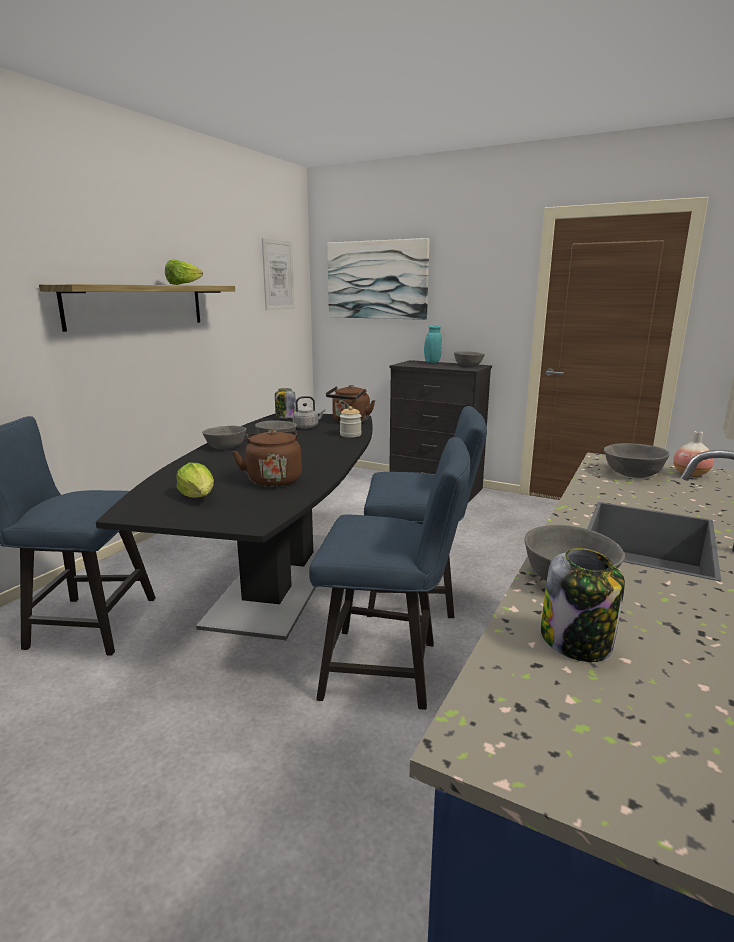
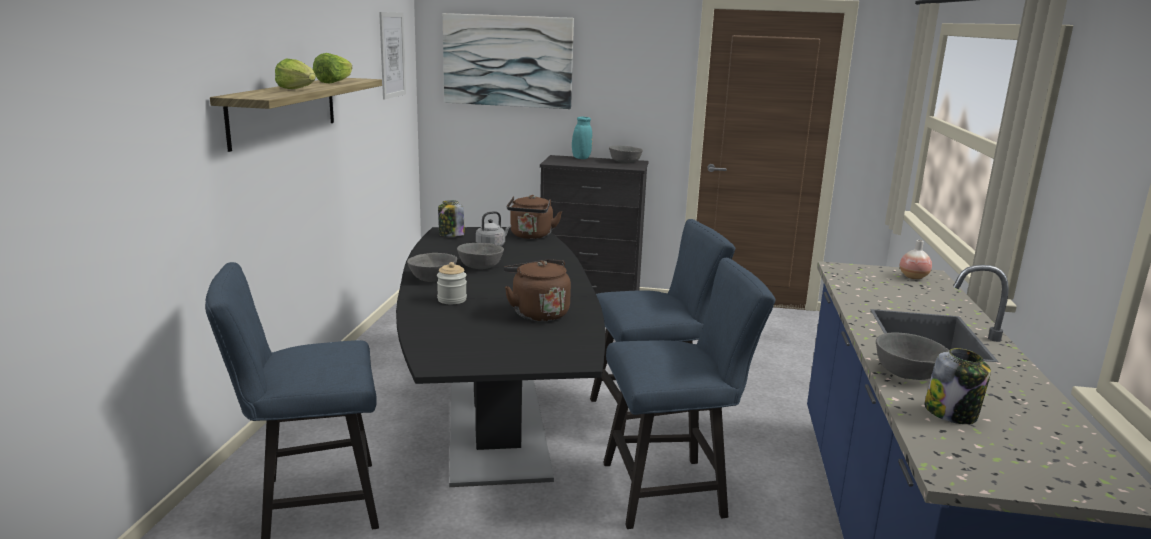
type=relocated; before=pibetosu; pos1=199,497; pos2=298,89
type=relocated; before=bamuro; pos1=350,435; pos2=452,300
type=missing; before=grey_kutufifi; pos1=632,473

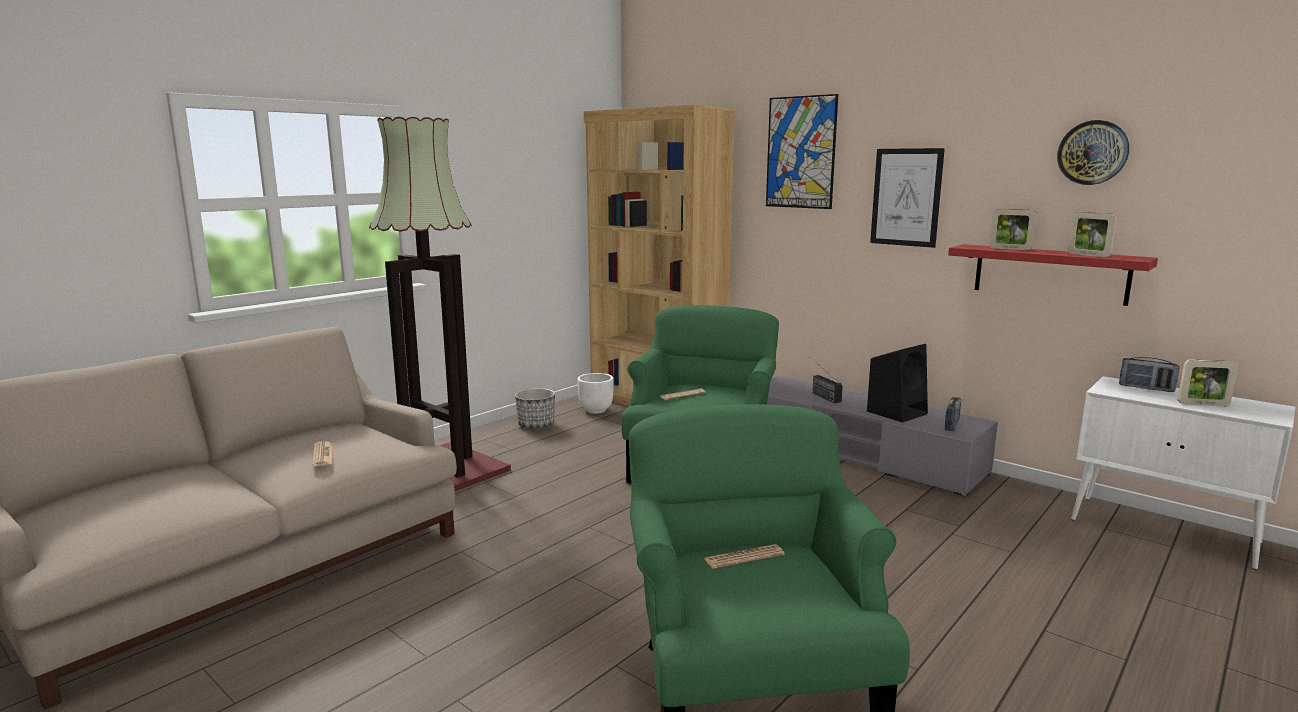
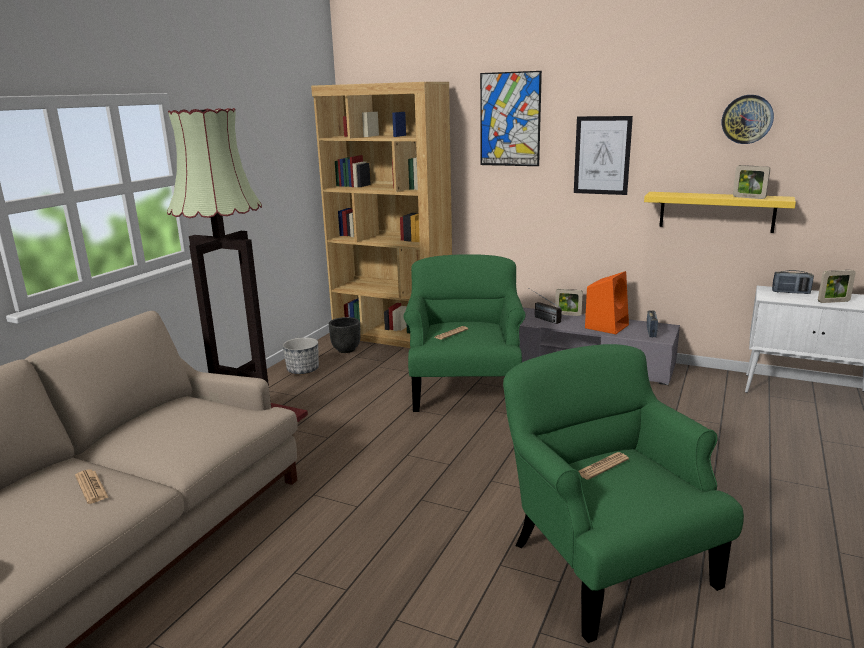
type=relocated; before=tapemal; pos1=323,455; pos2=91,487
type=colour; before=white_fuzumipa; after=black_fuzumipa; pos1=595,410; pos2=345,350
type=relocated; before=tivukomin; pos1=1010,249; pos2=568,314
type=colour; before=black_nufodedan; after=orange_nufodedan; pos1=897,412; pos2=607,326
type=colour; before=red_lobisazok; after=yellow_lobisazok; pos1=1050,274; pos2=716,211

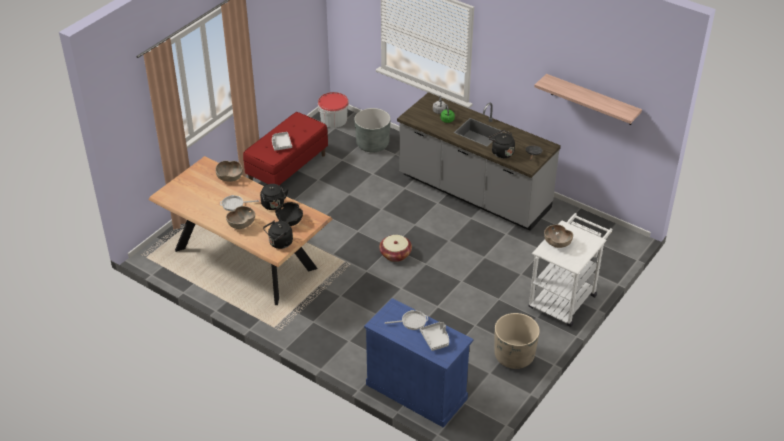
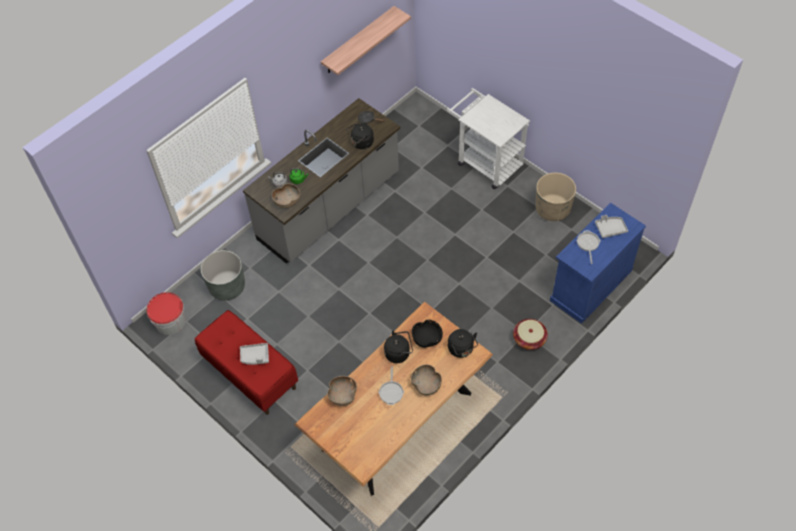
type=relocated; before=brown_kutufifi; pos1=557,243; pos2=287,202
type=relocated; before=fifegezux; pos1=395,254; pos2=529,339

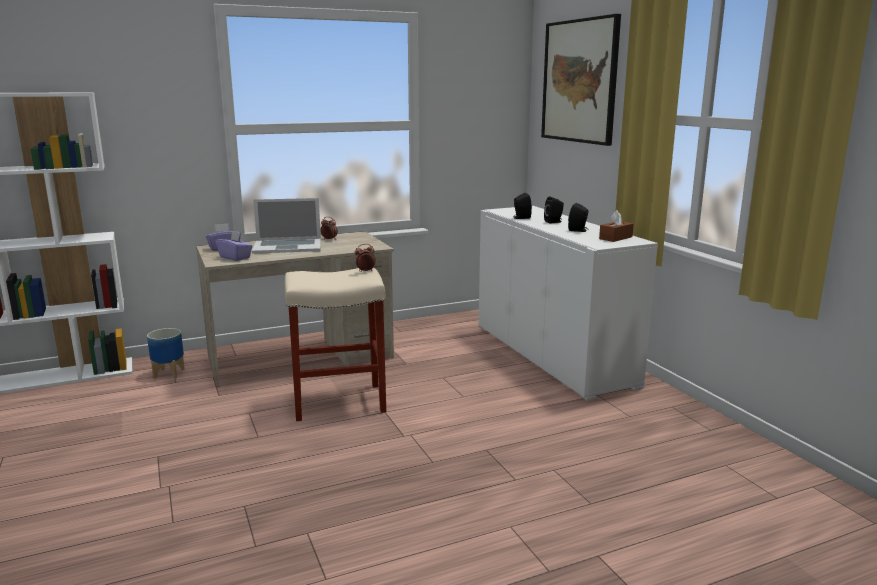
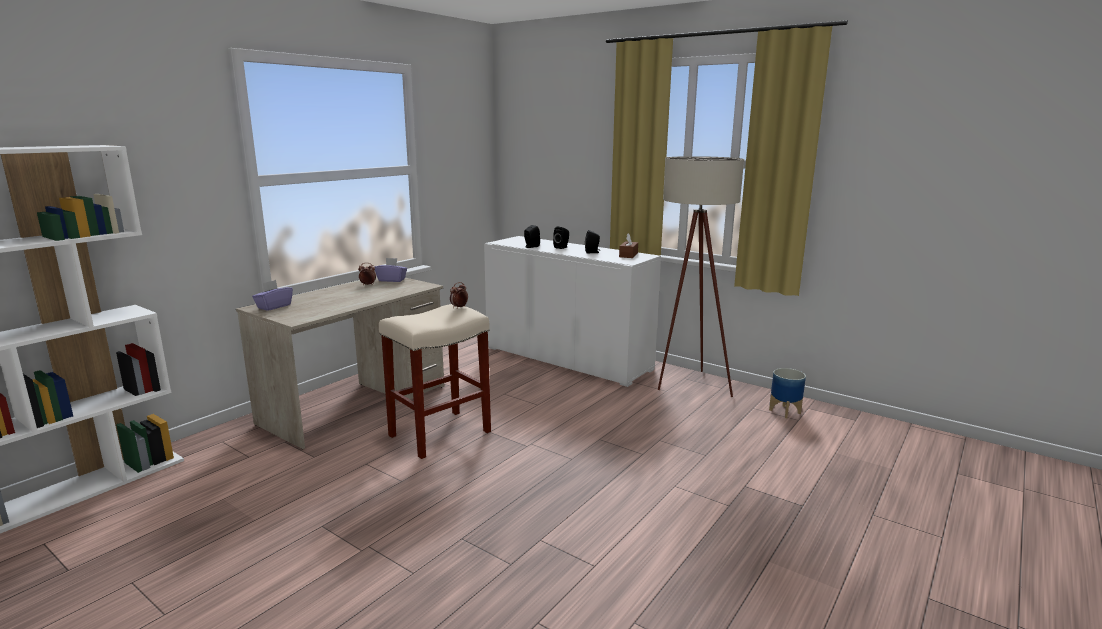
type=relocated; before=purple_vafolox; pos1=235,257; pos2=392,280
type=appeared; after=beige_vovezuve; pos2=688,386
type=relocated; before=fuzumipa; pos1=169,373; pos2=784,411
type=missing; before=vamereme; pos1=287,246
type=missing; before=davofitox; pos1=579,81

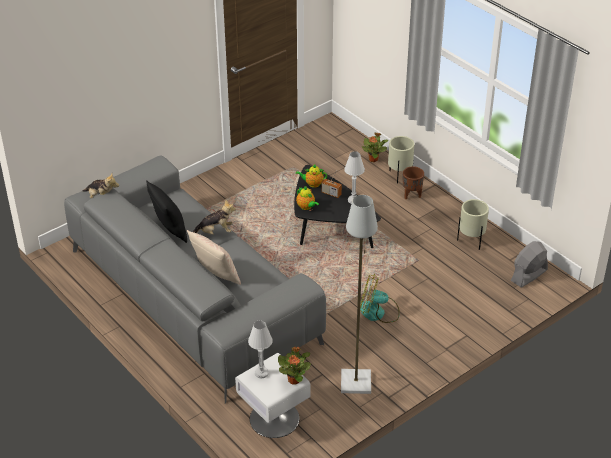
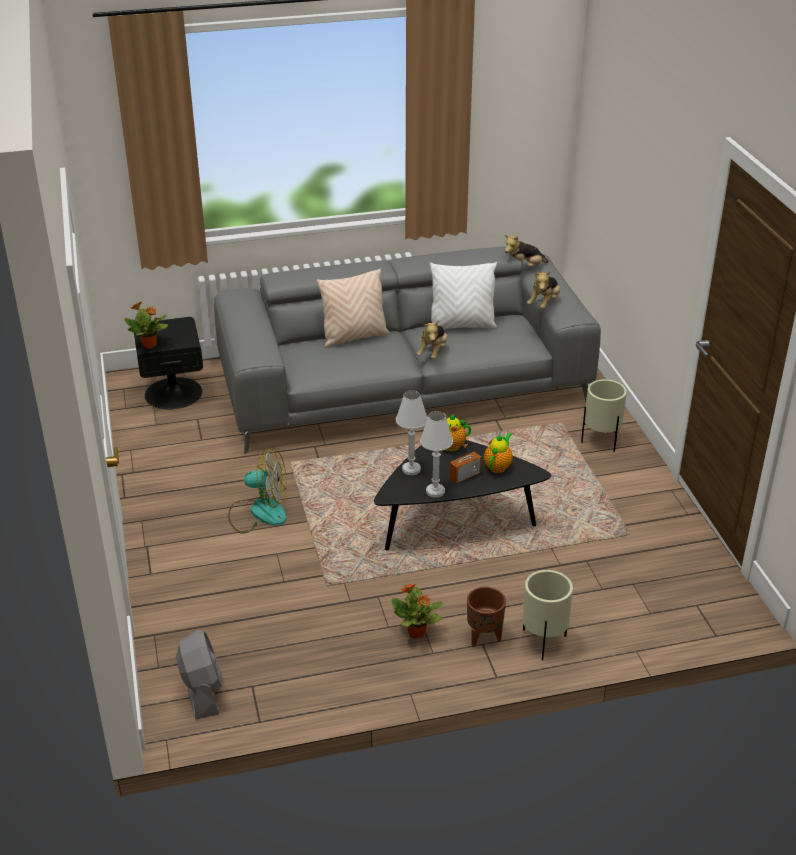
type=colour; before=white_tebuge; after=black_tebuge; pos1=273,419; pos2=173,392
type=spun; before=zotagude; pos1=378,312; pos2=259,512; turn=60
type=relocated; before=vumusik; pos1=373,159; pos2=417,633
type=relocated; before=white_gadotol; pos1=261,373; pos2=411,469
type=colour; before=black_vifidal; after=white_vifidal; pos1=170,230; pos2=462,325
type=appeared; after=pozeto; pos2=544,303
type=relocated; before=beige_fuzumipa; pos1=471,241; pos2=600,441
type=missing; before=grey_vovezuve; pos1=356,382

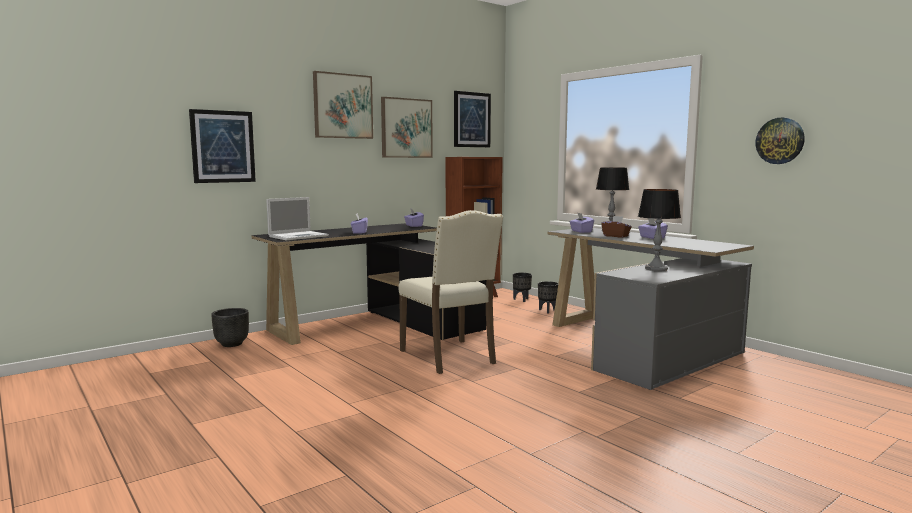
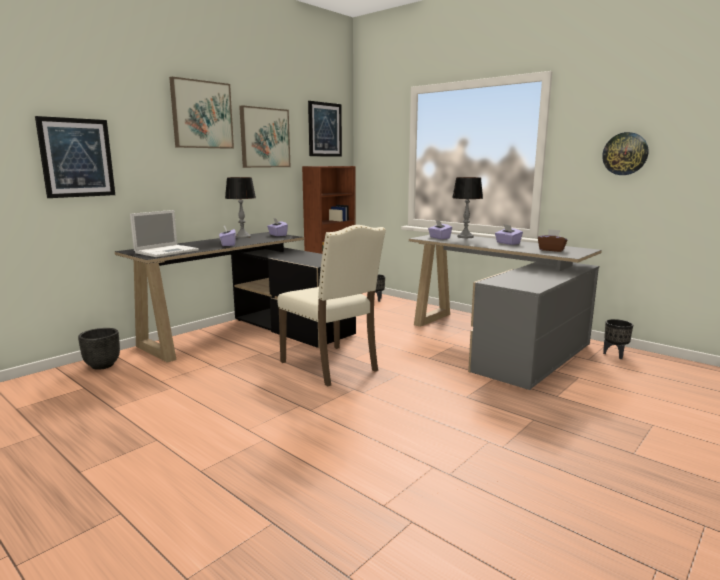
type=relocated; before=gadotol; pos1=656,269; pos2=242,237
type=relocated; before=brown_vafolox; pos1=616,236; pos2=551,250
type=relocated; before=black_fuzumipa; pos1=547,311; pos2=615,355

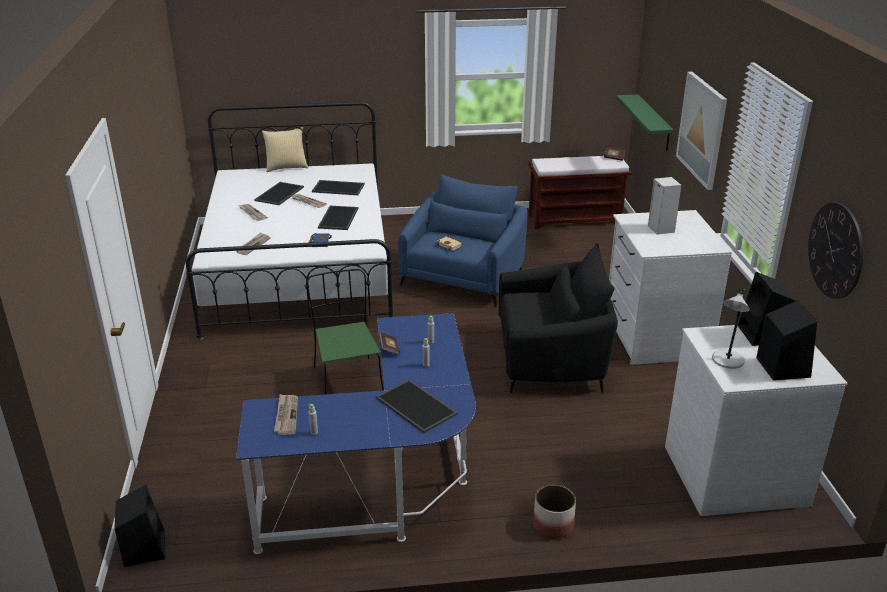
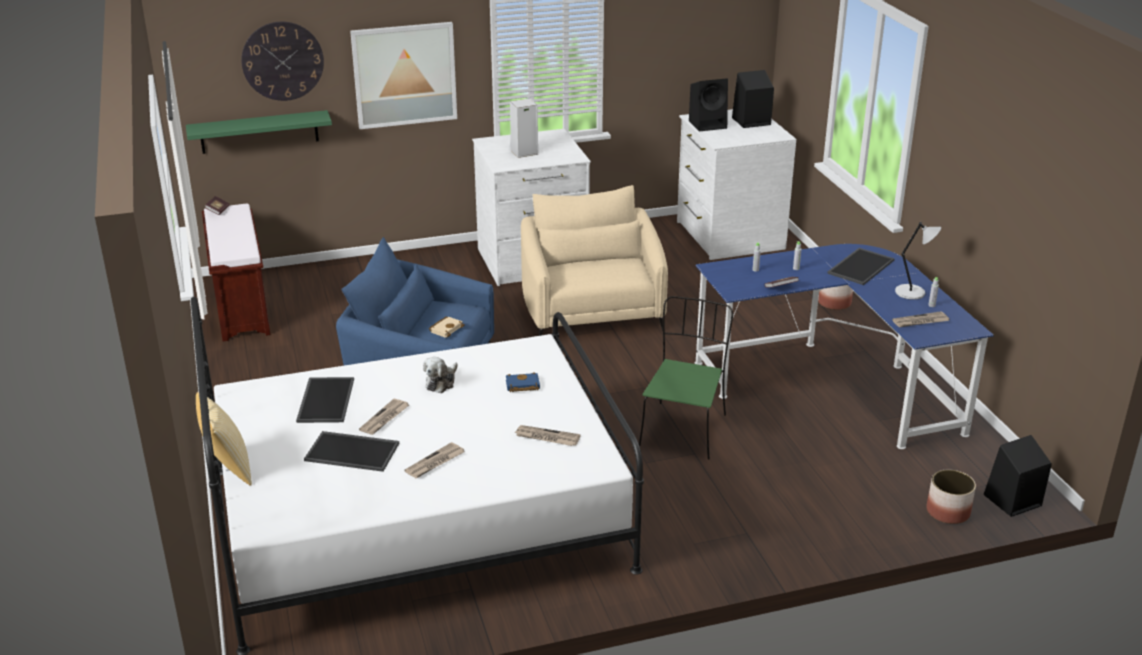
type=relocated; before=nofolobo; pos1=835,250; pos2=282,61
type=exchanged; before=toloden; after=pozeto; pos1=339,218; pos2=441,382
type=colour; before=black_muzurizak; after=beige_muzurizak; pos1=551,358; pos2=592,312
type=spun; before=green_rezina; pos1=347,380; pos2=683,429; turn=135
type=relocated; before=grey_gadotol; pos1=727,361; pos2=912,293
type=appeared; after=fuzumipa; pos2=947,512

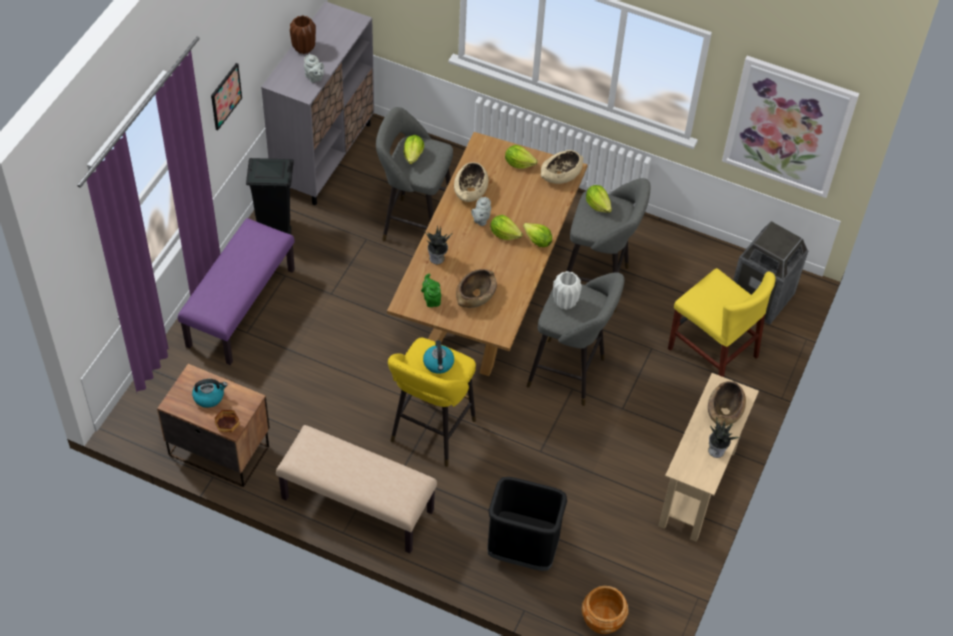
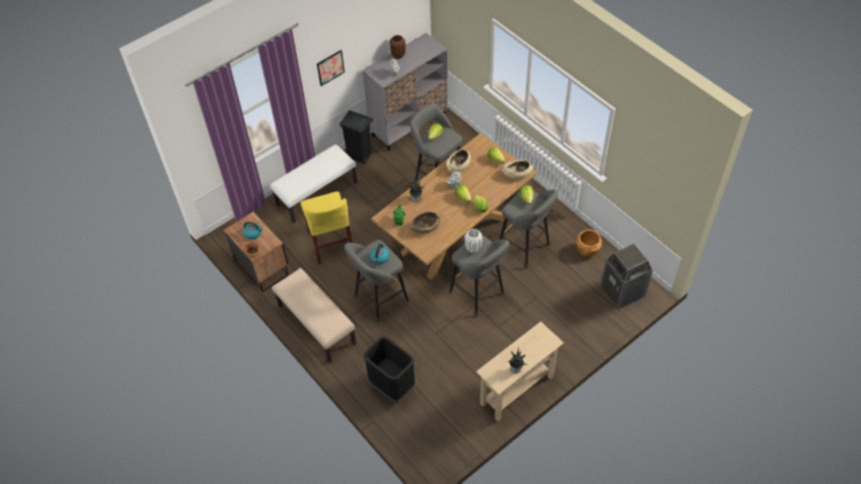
type=colour; before=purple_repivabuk; after=white_repivabuk; pos1=240,307; pos2=317,194
type=relocated; before=yellow_rezina; pos1=712,352; pos2=330,242
type=colour; before=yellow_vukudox; after=grey_vukudox; pos1=430,434; pos2=379,300
type=relocated; before=brown_fuzumipa; pos1=602,620; pos2=587,250
type=missing; before=brown_kutufifi; pos1=725,411
type=missing; before=davofitox; pos1=788,126

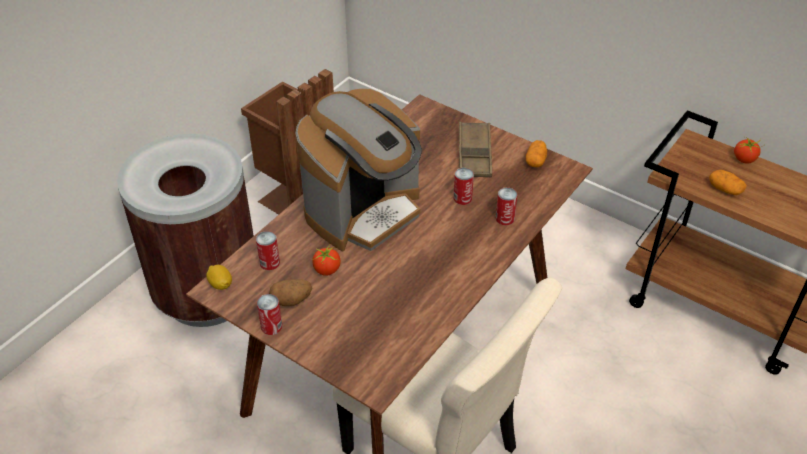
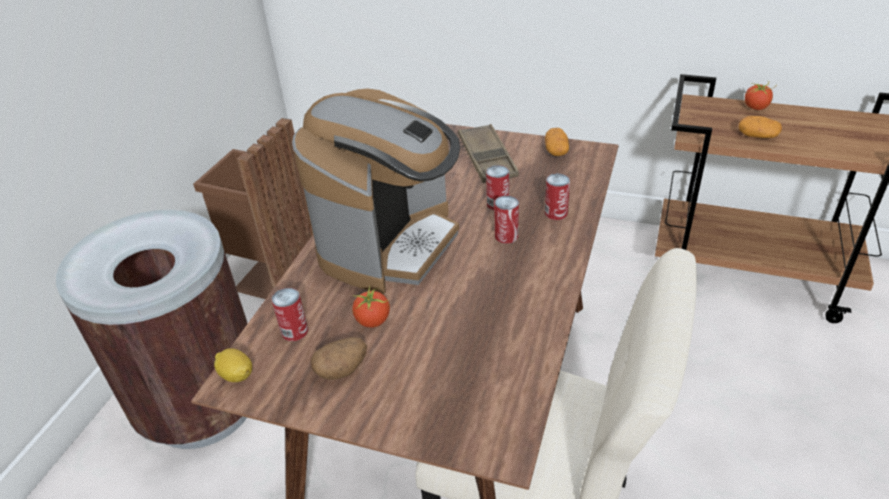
type=relocated; before=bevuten; pos1=271,326; pos2=506,236

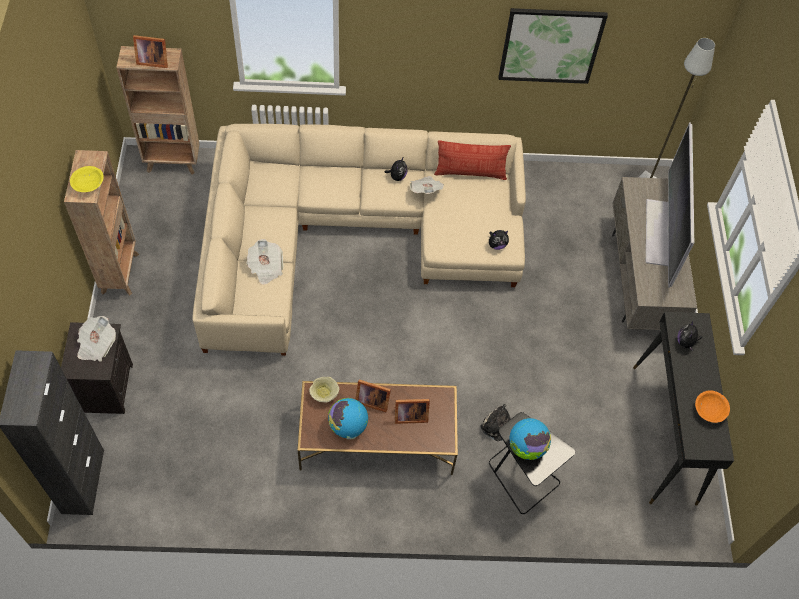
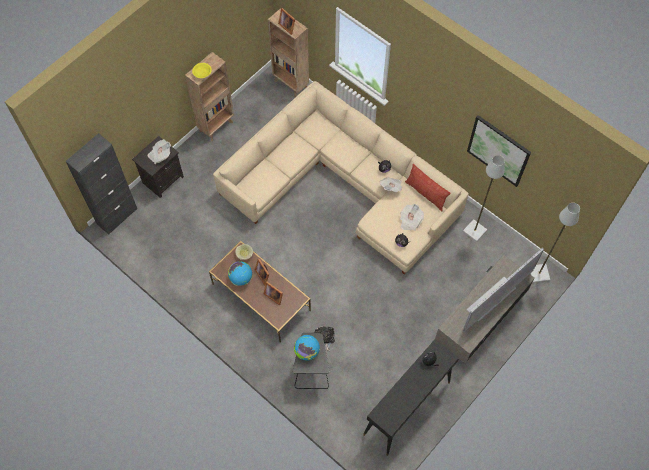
type=relocated; before=tapemal; pos1=266,268; pos2=410,221
type=appeared; after=grey_vovezuve; pos2=475,230
type=missing; before=orange_kutufifi; pos1=709,410

